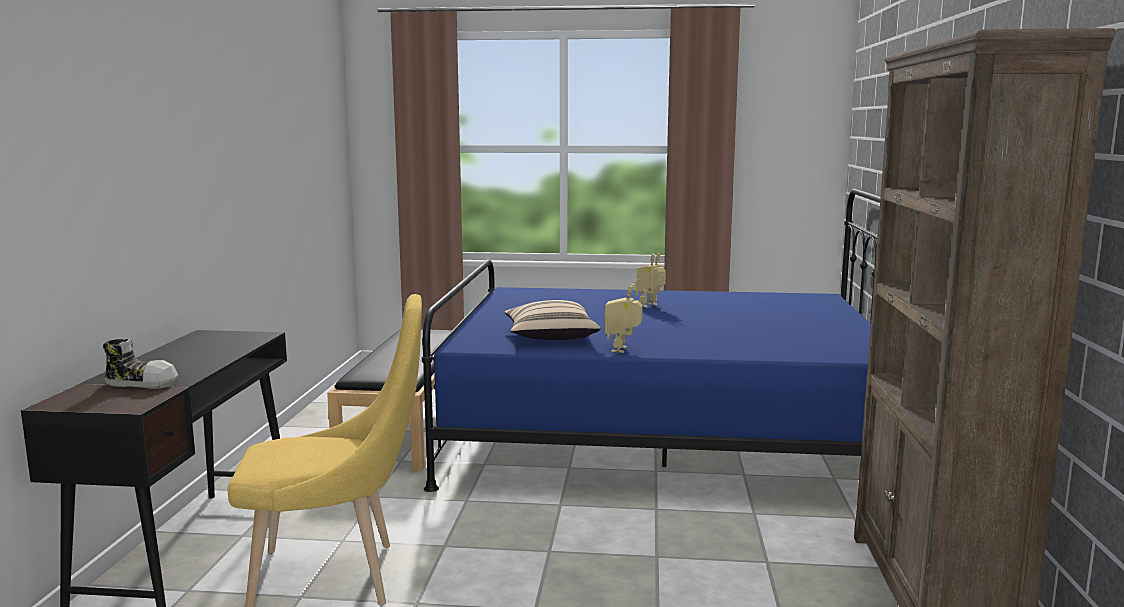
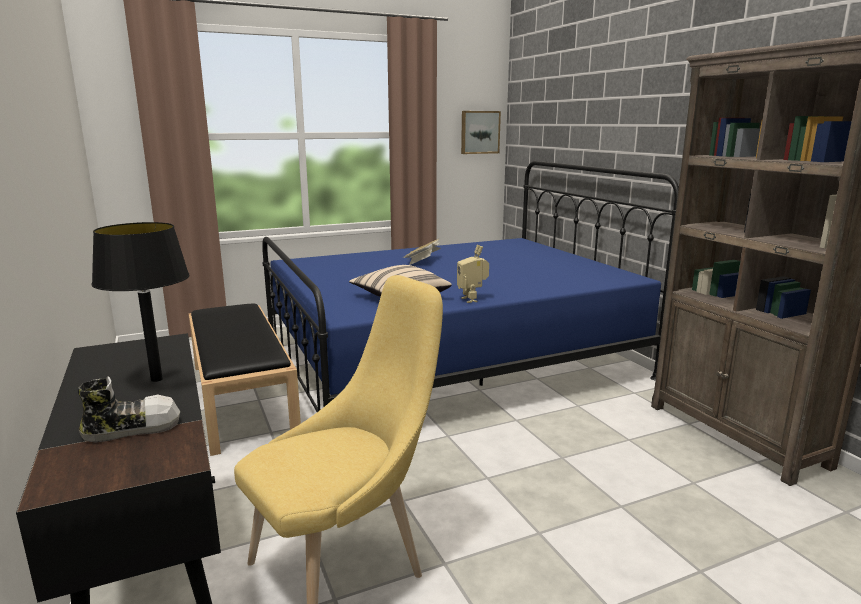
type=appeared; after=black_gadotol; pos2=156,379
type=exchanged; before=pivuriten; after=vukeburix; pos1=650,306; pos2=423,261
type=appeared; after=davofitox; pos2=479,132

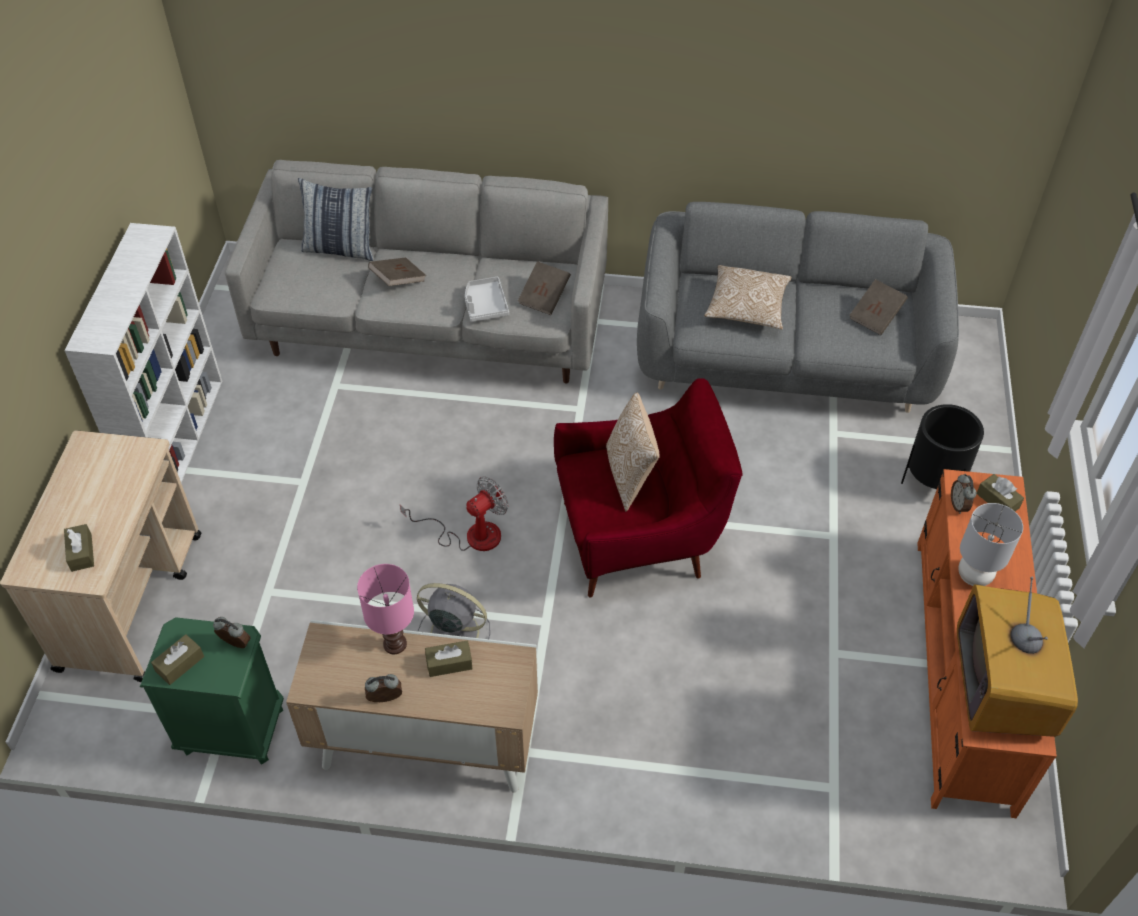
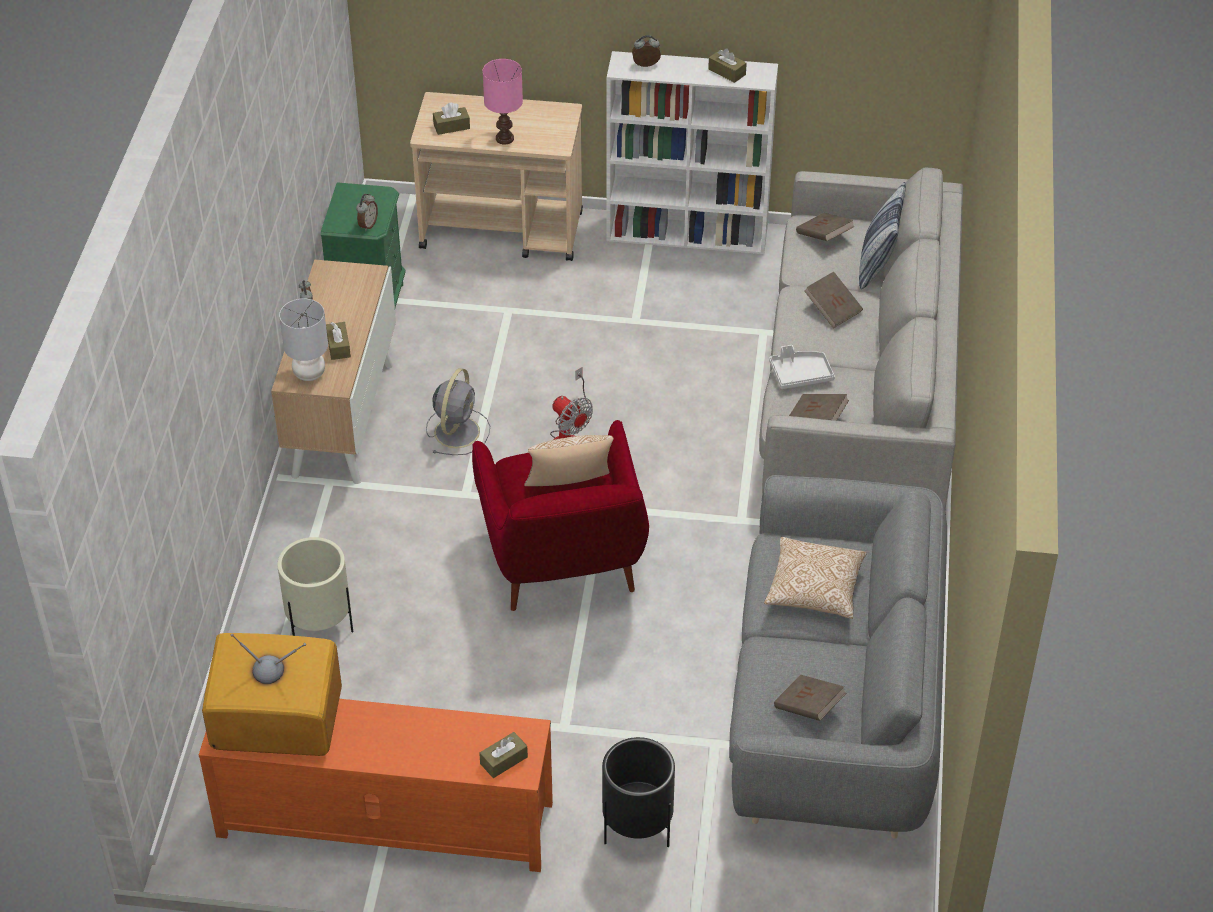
type=appeared; after=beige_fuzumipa; pos2=319,626
type=relocated; before=grey_gadotol; pos1=973,576; pos2=309,373
type=relocated; before=pink_gadotol; pos1=394,644; pos2=504,138
type=relocated; before=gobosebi; pos1=959,505; pos2=646,66
type=relocated; before=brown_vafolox; pos1=180,664; pos2=727,72
type=appeared; after=brown_vukeburix; pos2=824,237

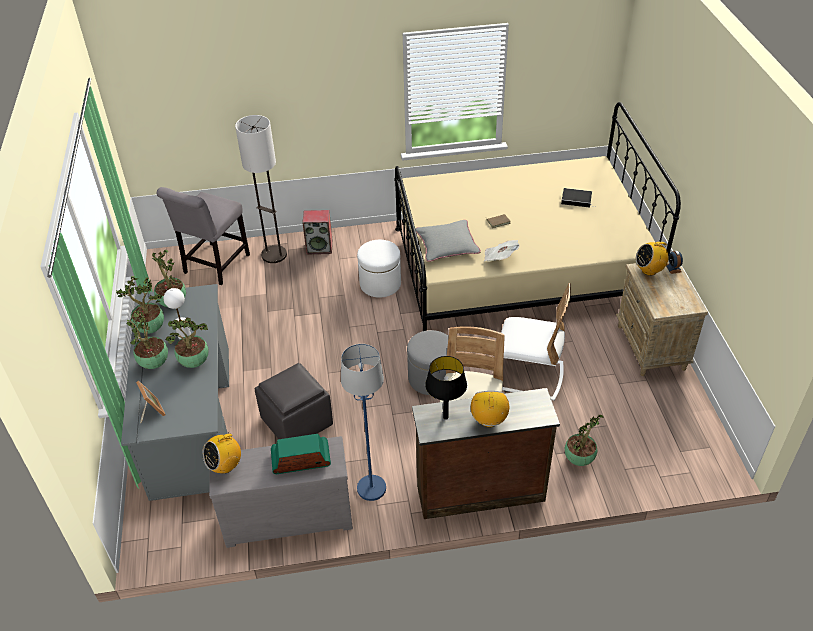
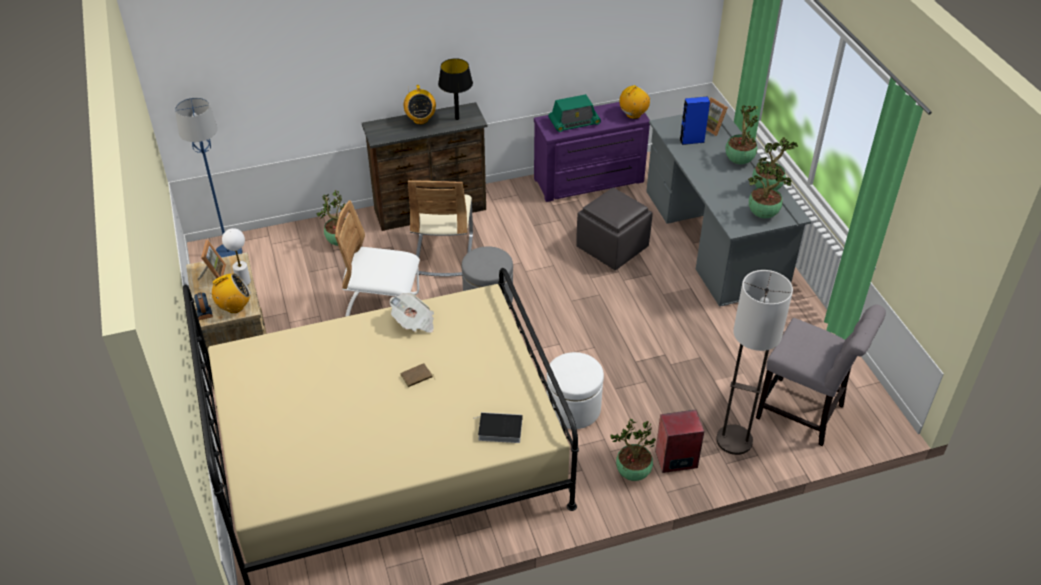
type=relocated; before=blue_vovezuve; pos1=372,488; pos2=228,253
type=appeared; after=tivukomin; pos2=213,274
type=relocated; before=white_gadotol; pos1=184,336; pos2=243,281
type=relocated; before=vukeburix; pos1=577,199; pos2=498,430
type=colour; before=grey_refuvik; after=purple_refuvik; pos1=288,515; pos2=589,182
type=relocated; before=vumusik; pos1=195,362; pos2=632,473
type=appeared; after=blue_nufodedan; pos2=692,141
type=spun; before=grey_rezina; pos1=214,266; pos2=804,414; turn=105
type=missing; before=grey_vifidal; pos1=447,245

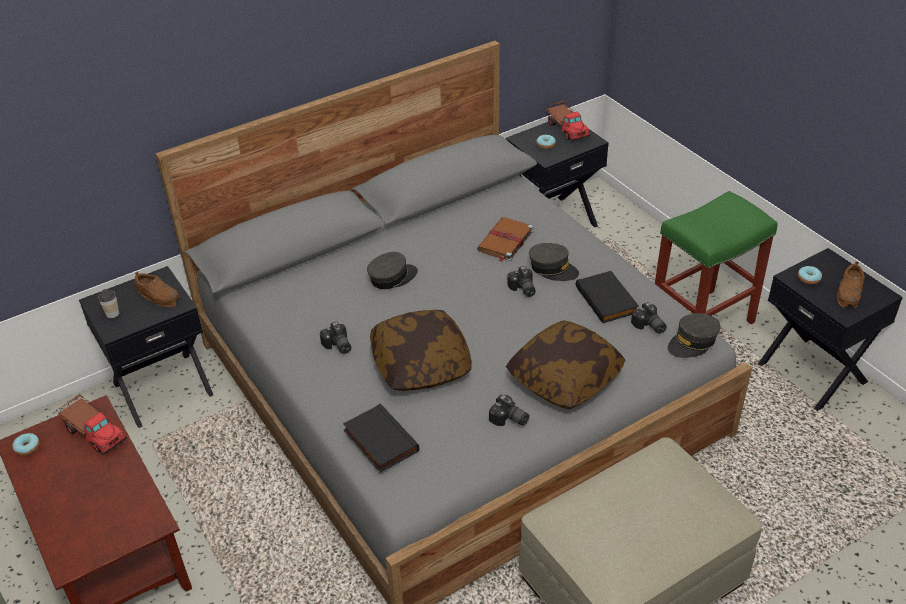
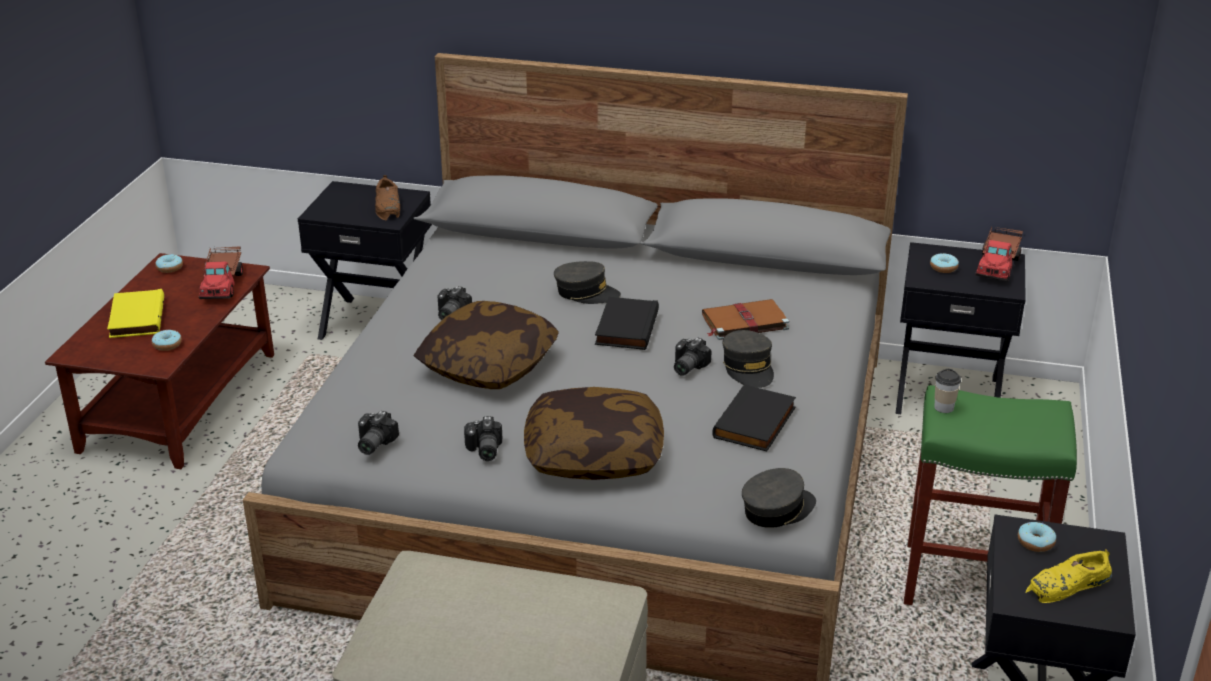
type=appeared; after=yellow_vukeburix; pos2=135,318
type=appeared; after=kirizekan; pos2=167,345
type=relocated; before=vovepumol; pos1=648,326; pos2=372,443
type=relocated; before=black_vukeburix; pos1=379,441; pos2=625,327
type=spun; before=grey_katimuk; pos1=692,342; pos2=777,509; turn=135
type=relocated; before=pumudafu; pos1=112,314; pos2=944,407
type=colour; before=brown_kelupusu; after=yellow_kelupusu; pos1=850,291; pos2=1067,585

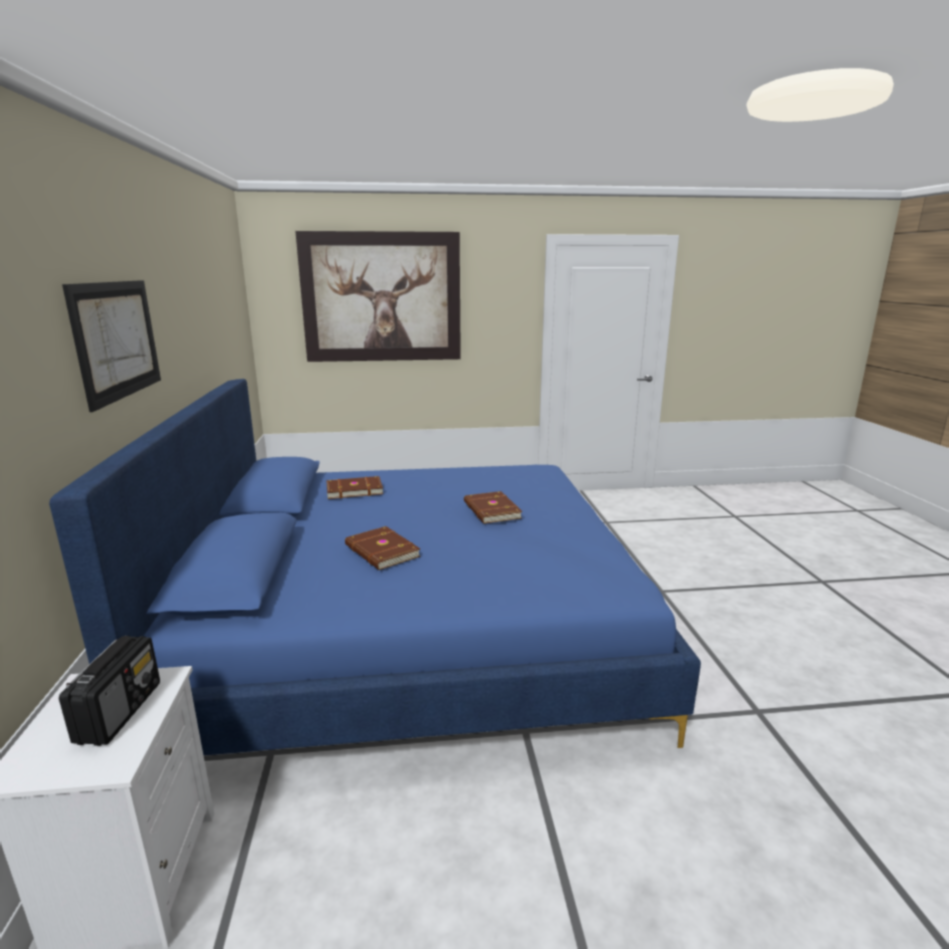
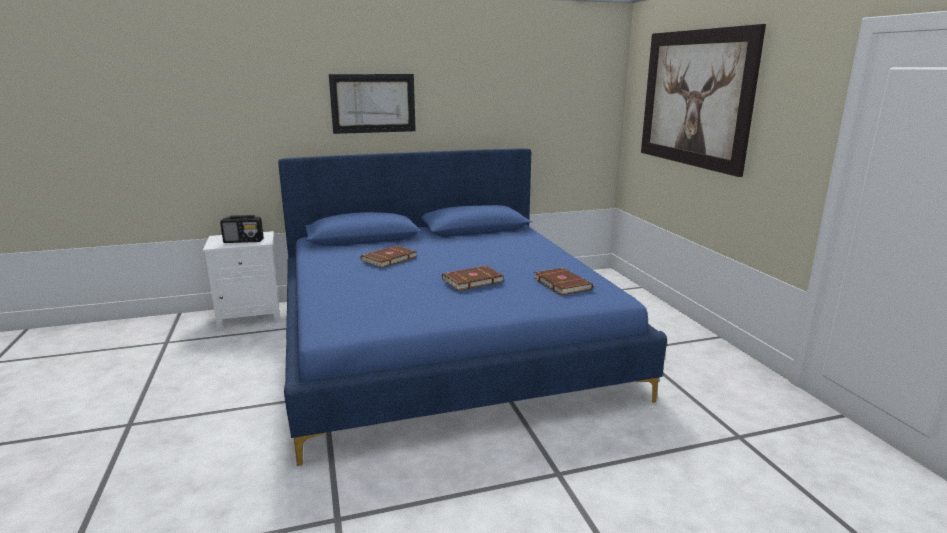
type=relocated; before=brown_vukeburix; pos1=354,490; pos2=563,283

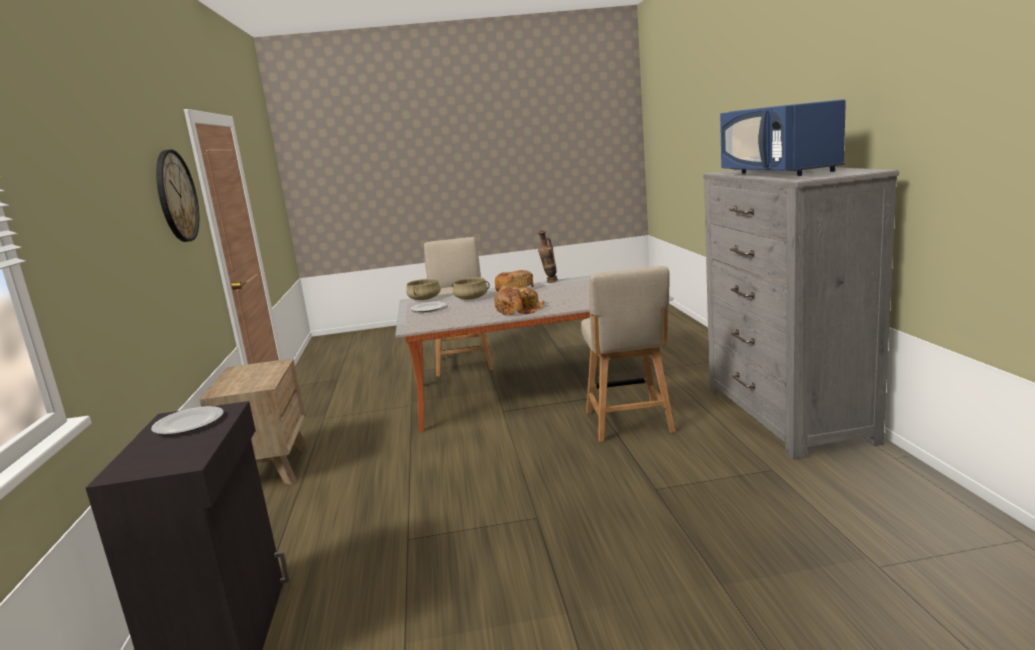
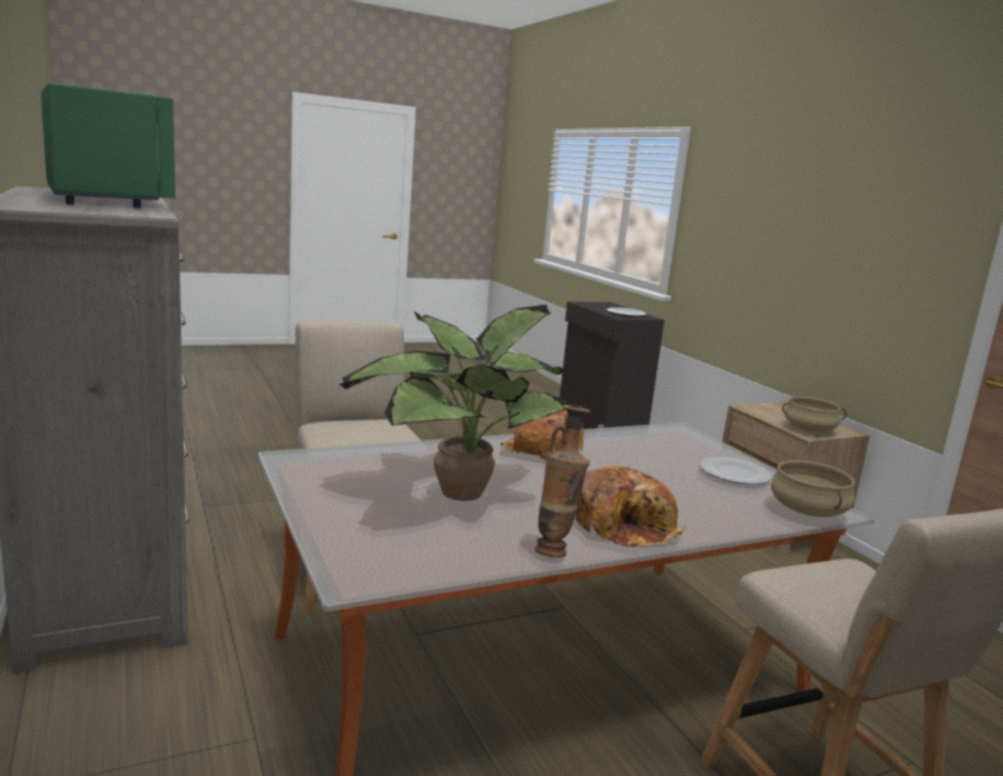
type=colour; before=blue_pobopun; after=green_pobopun; pos1=779,173; pos2=106,200
type=appeared; after=vumusik; pos2=455,490
type=relocated; before=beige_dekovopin; pos1=471,298; pos2=809,429
type=missing; before=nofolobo; pos1=176,196

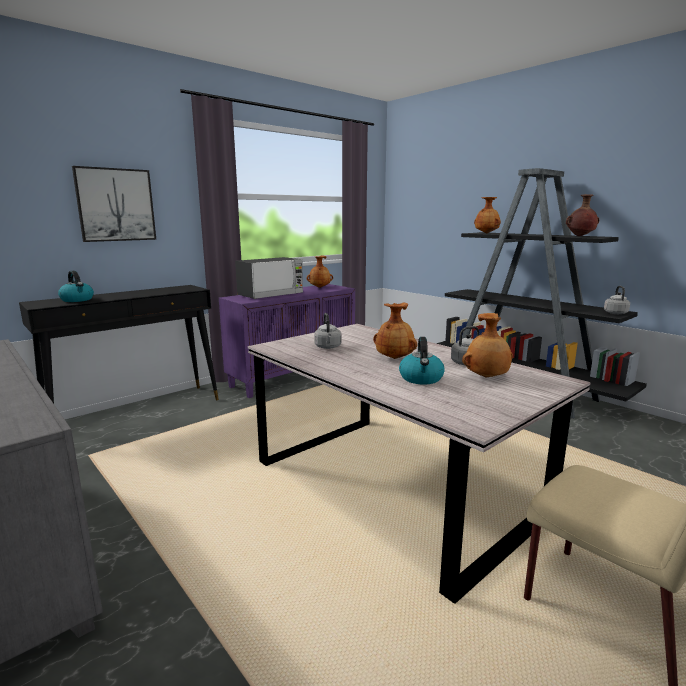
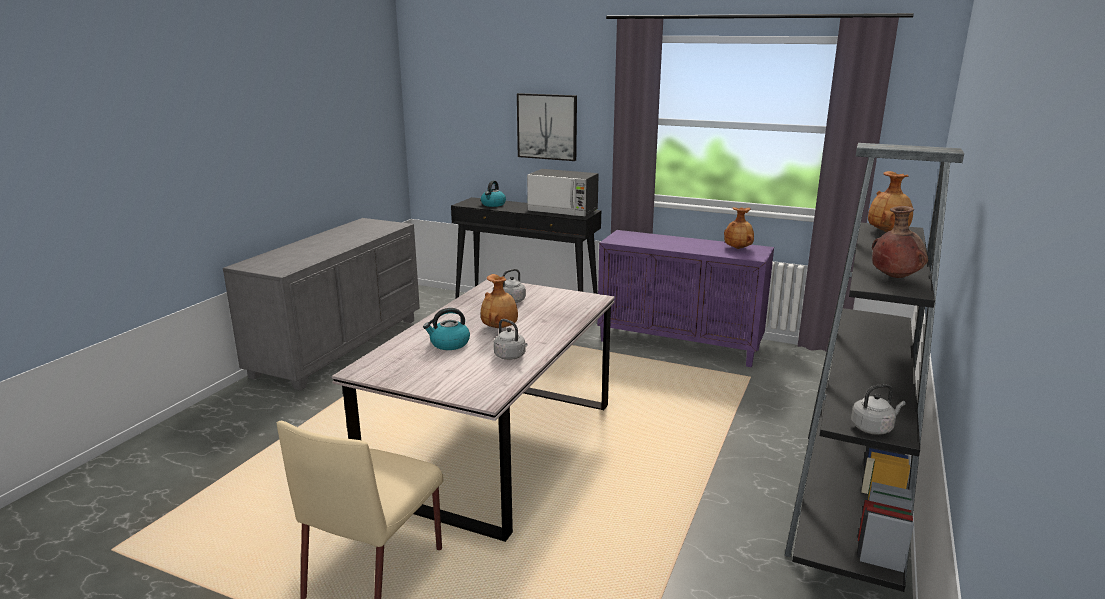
type=relocated; before=pobopun; pos1=271,294; pos2=563,211
type=missing; before=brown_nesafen; pos1=487,377

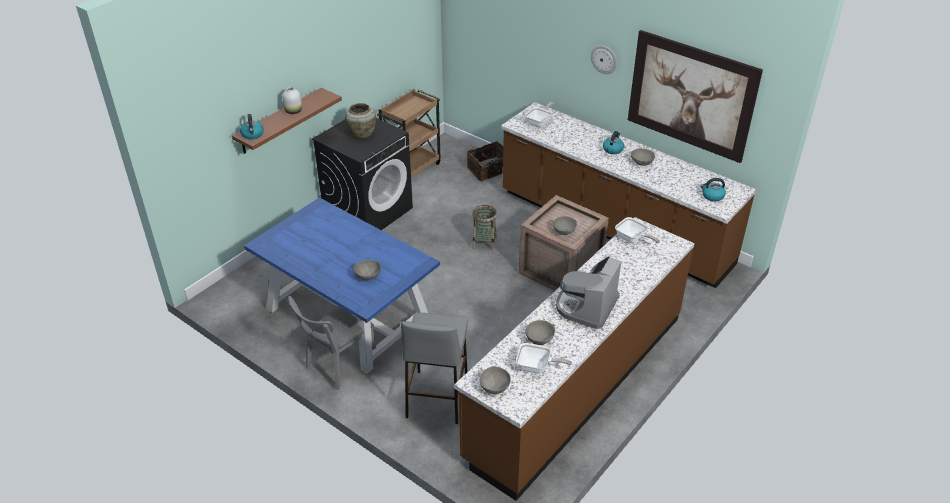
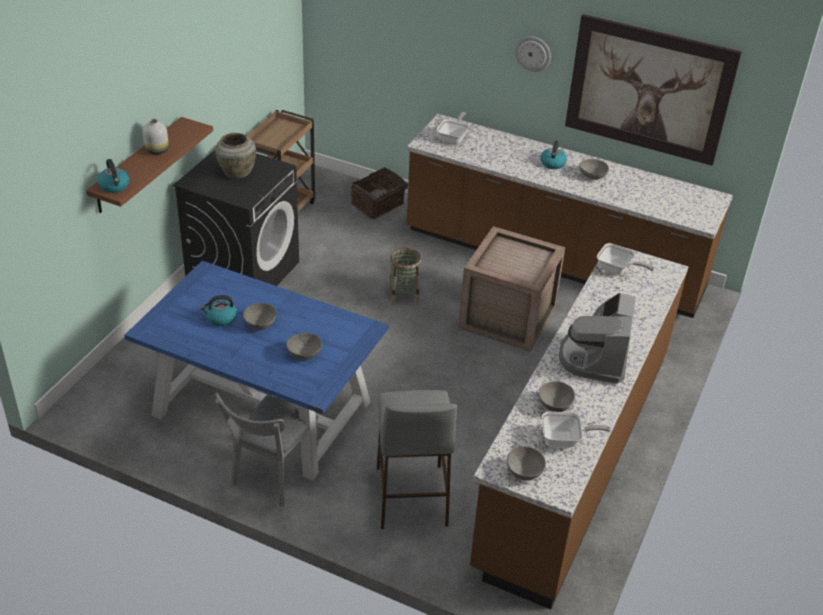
type=relocated; before=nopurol; pos1=712,196; pos2=221,319
type=relocated; before=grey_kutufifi; pos1=564,231; pos2=260,324

